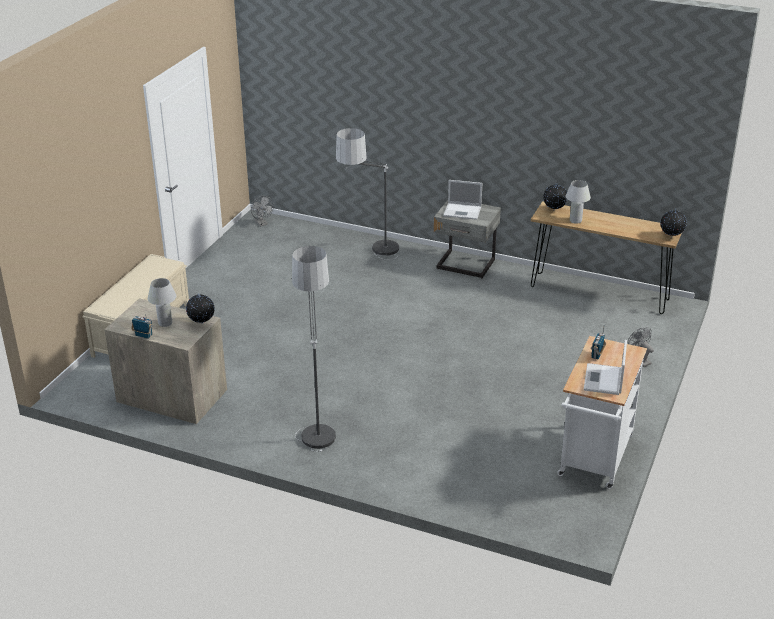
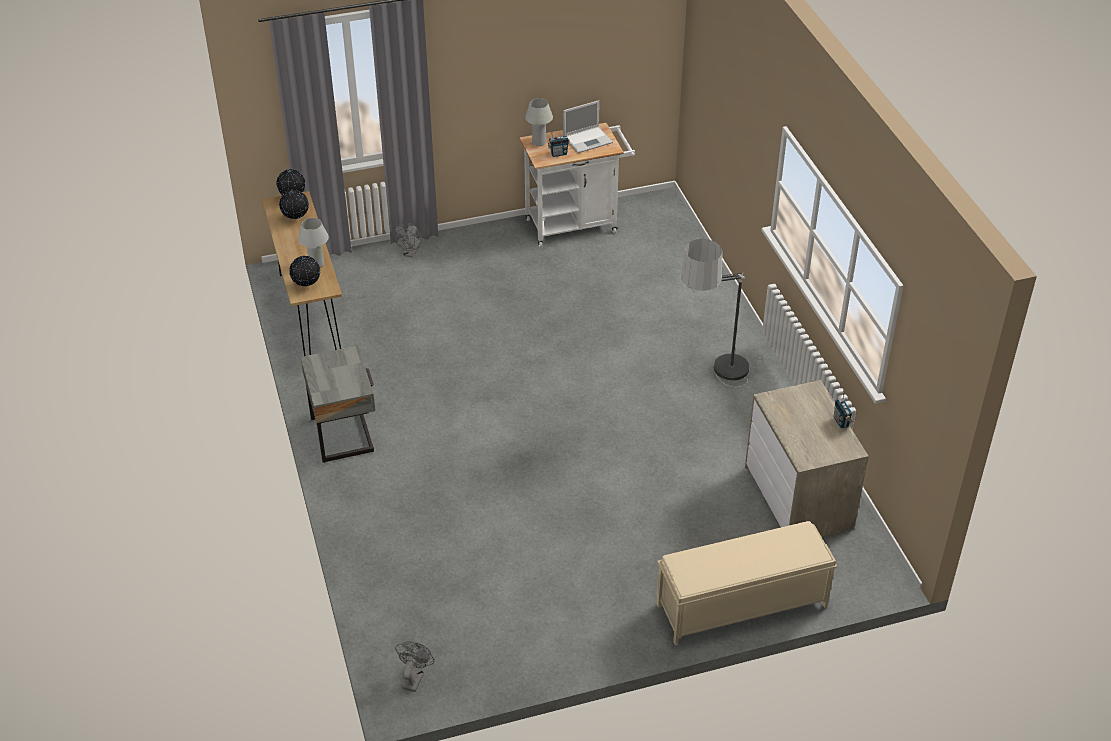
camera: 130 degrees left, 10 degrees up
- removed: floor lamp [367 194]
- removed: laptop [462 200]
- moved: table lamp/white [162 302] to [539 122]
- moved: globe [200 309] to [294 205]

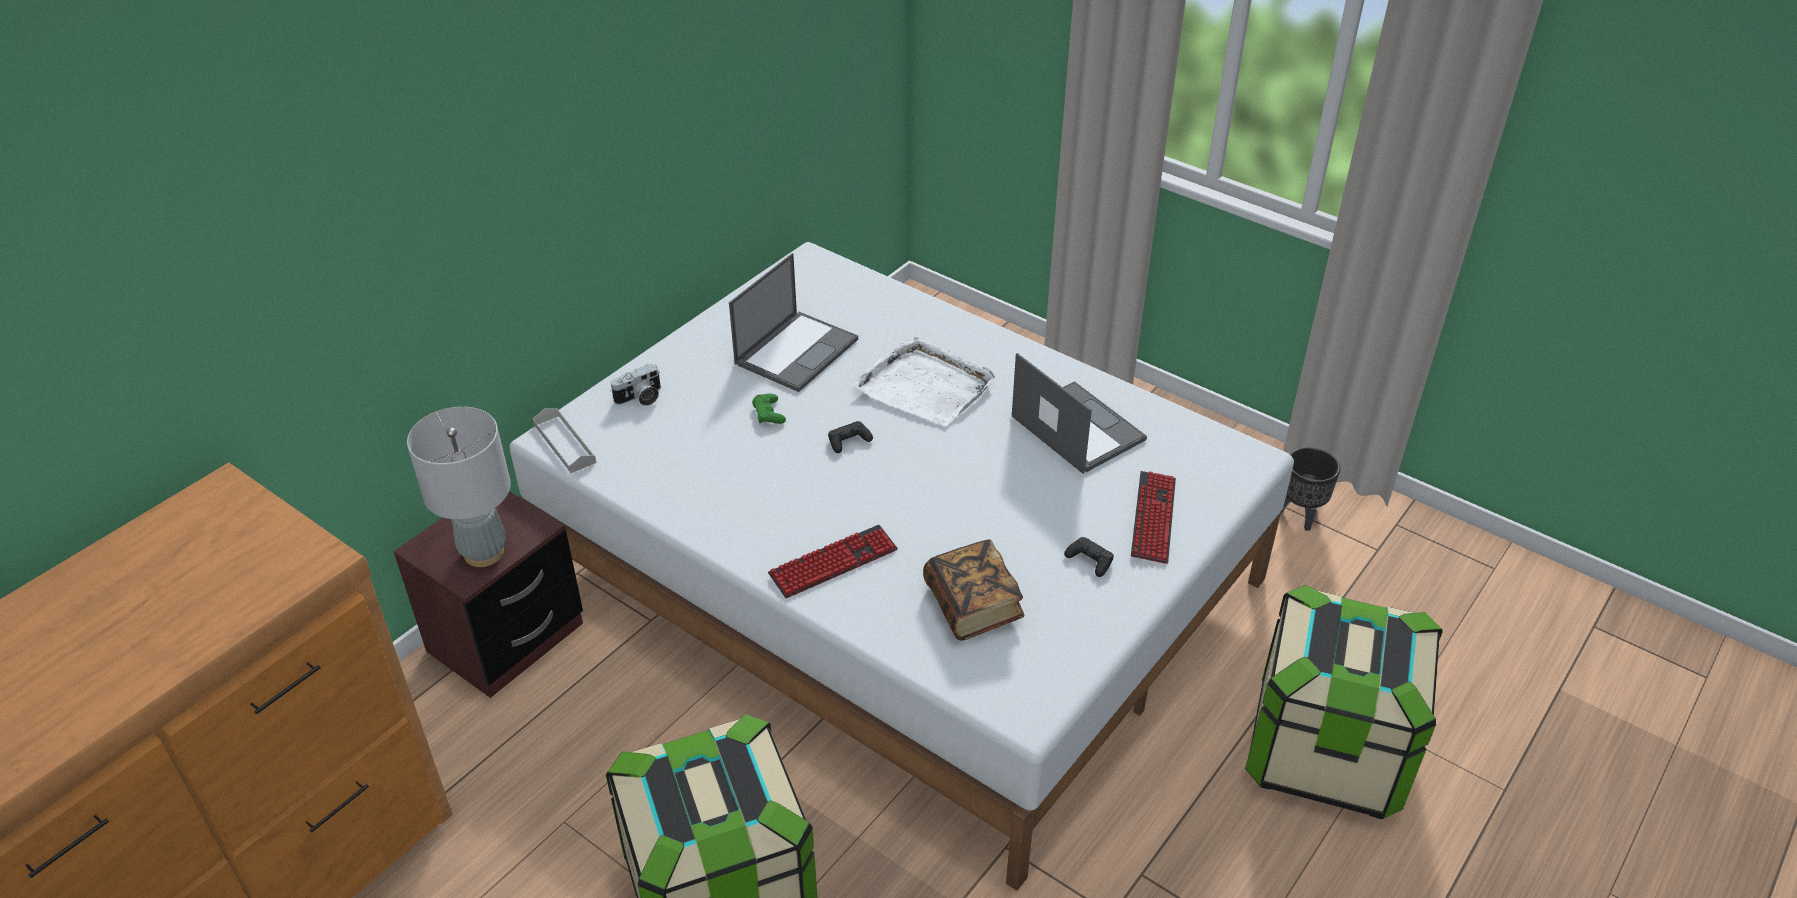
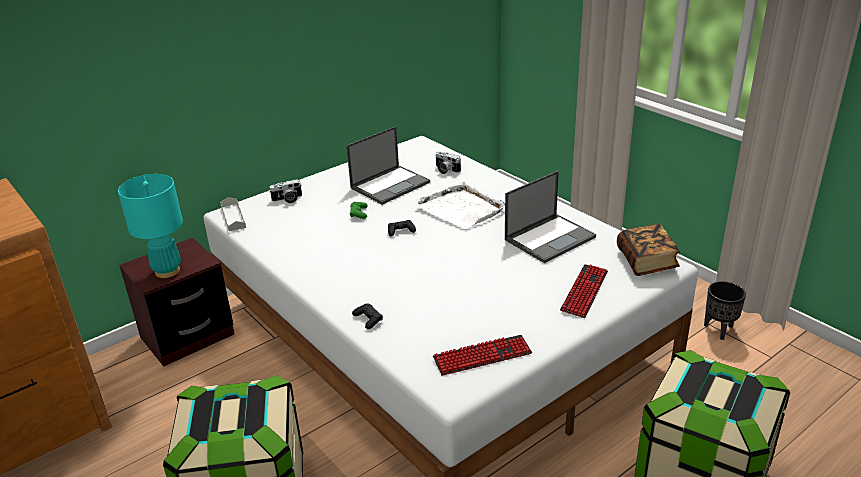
camera: 15 degrees right, 10 degrees down
- turned: laptop [1079 413] = [550 217] 75 degrees clockwise
- recoloured: table lamp/grey [459 487] to table lamp/turquoise [150 226]
- moved: keyboard [833 561] to [482 355]
- moved: game controller/black [1089 557] to [367 316]
- moved: book [973 590] to [648 250]
- added: photo camera [448 162]

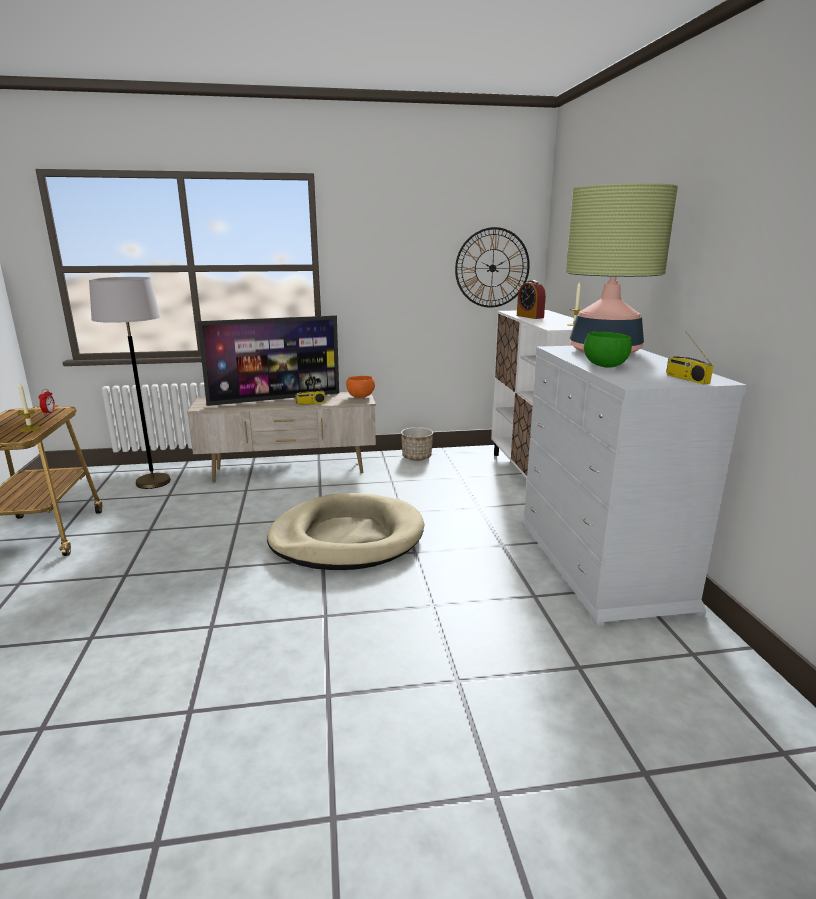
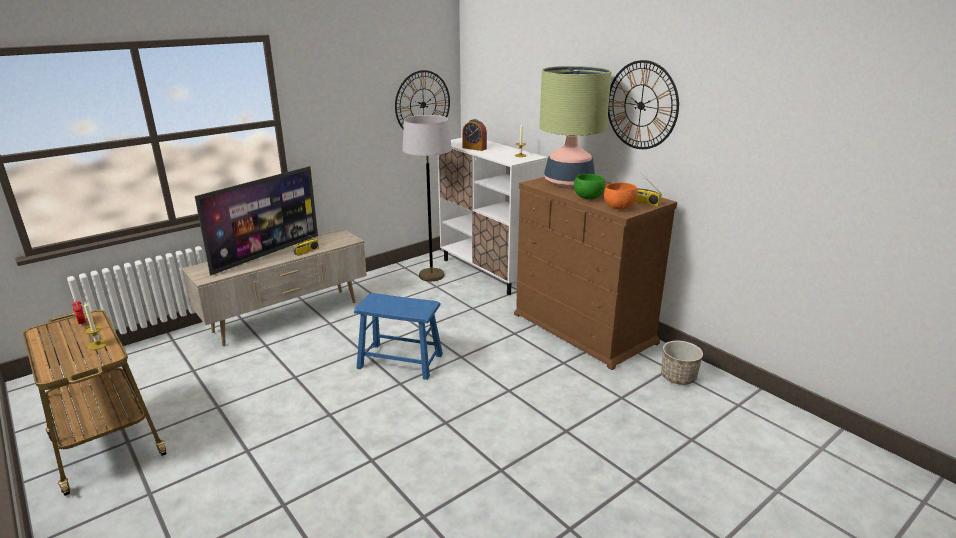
camera: 30 degrees left, 5 degrees up
- moved: floor lamp/grey [130 383] to [427 198]
- recoloured: dresser/white [634 486] to dresser/brown [595 273]
- moved: bowl/orange [360 387] to [621 196]
- moved: planter [417 444] to [682 363]
- replaced: dog bed/beige [346 531] to stool/blue [398 336]
- added: wall clock [643 104]

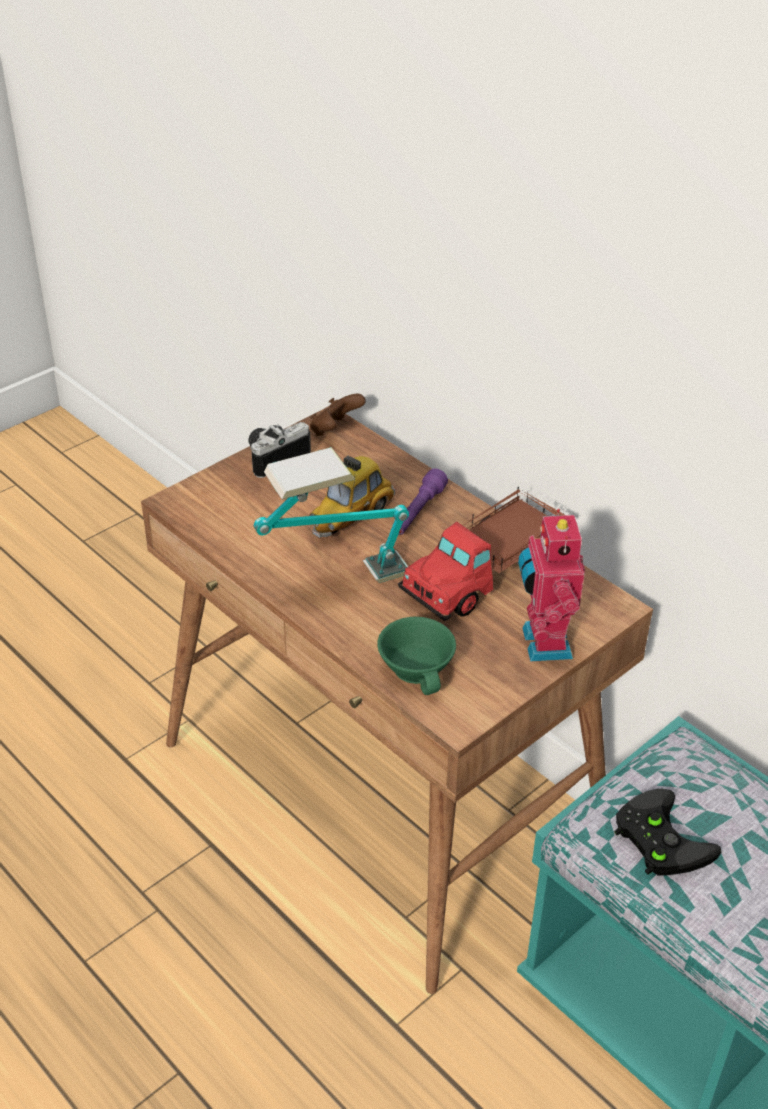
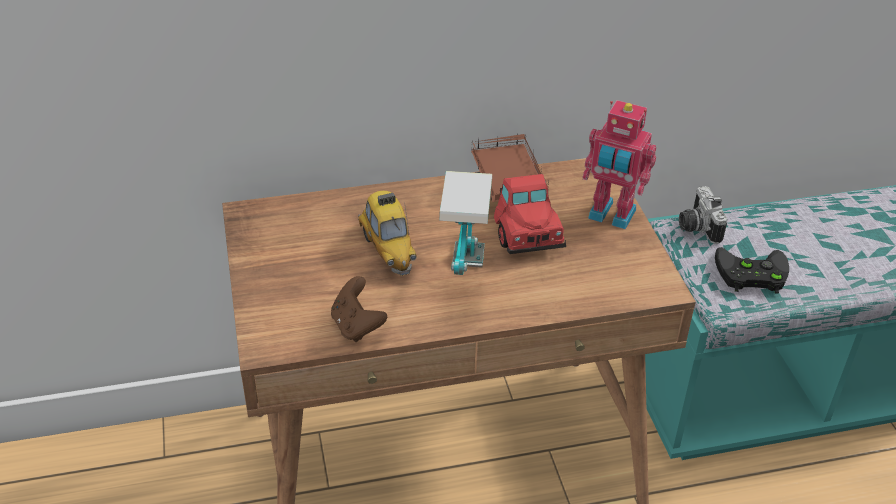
camera: 60 degrees left, 0 degrees up
- moved: game controller/brown [338 415] to [359 309]
- moved: photo camera [279 450] to [703 215]
- removed: flashlight/purple [423 501]
- removed: cup/green [416 656]

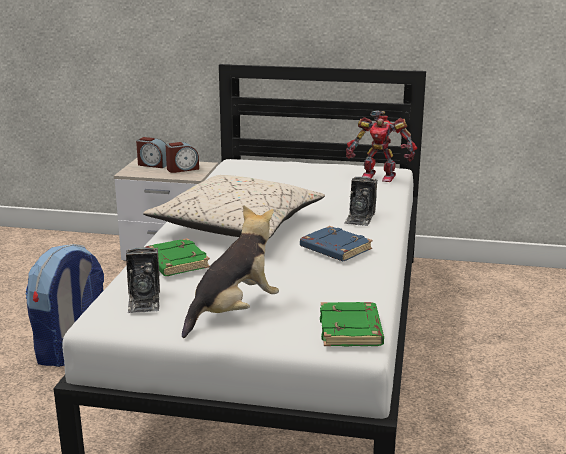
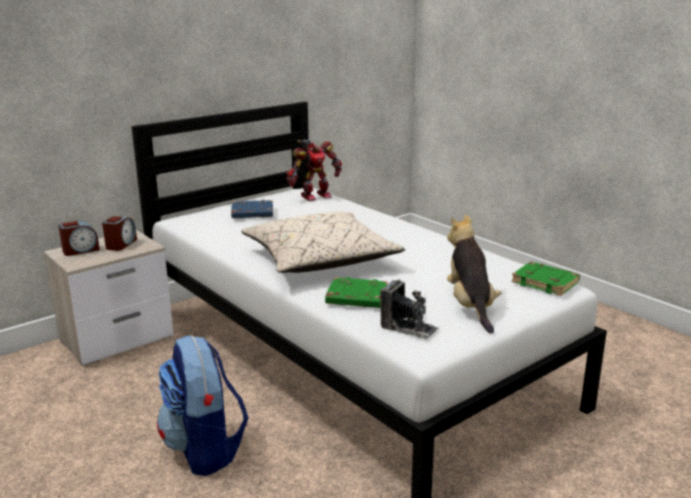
camera: 50 degrees left, 0 degrees up
- removed: photo camera [360 201]
- moved: book/blue [336 243] to [252 209]

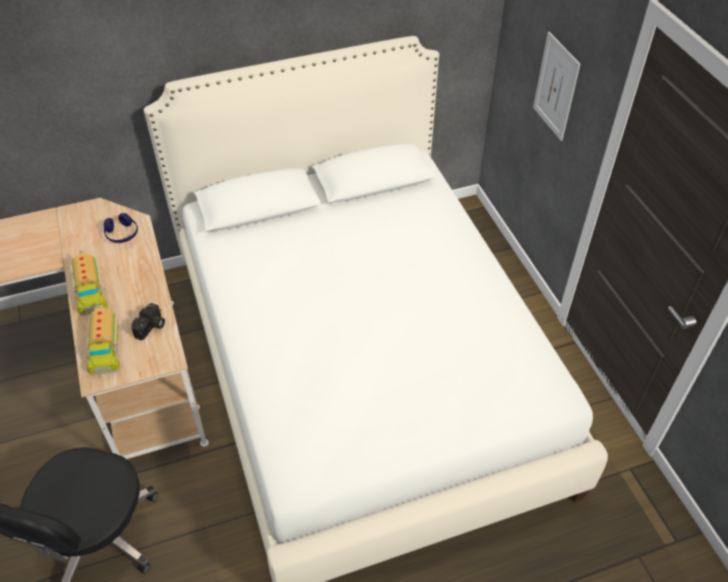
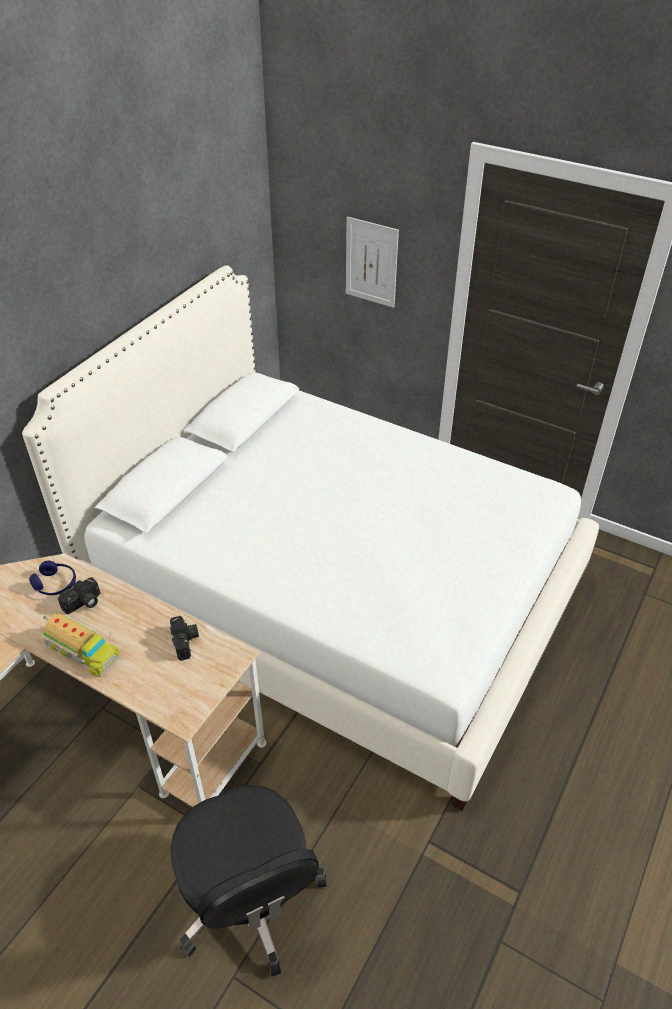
camera: 40 degrees left, 5 degrees down
- removed: toy truck [100 339]
- added: photo camera [79 595]

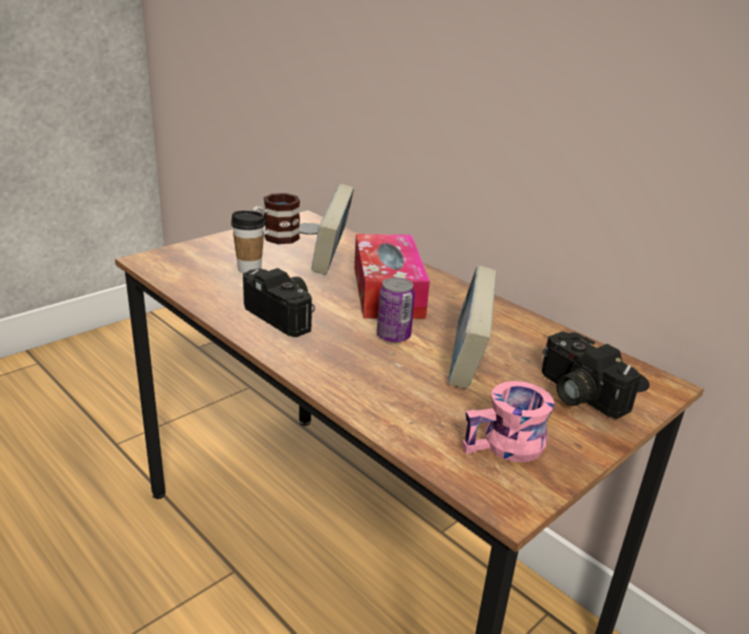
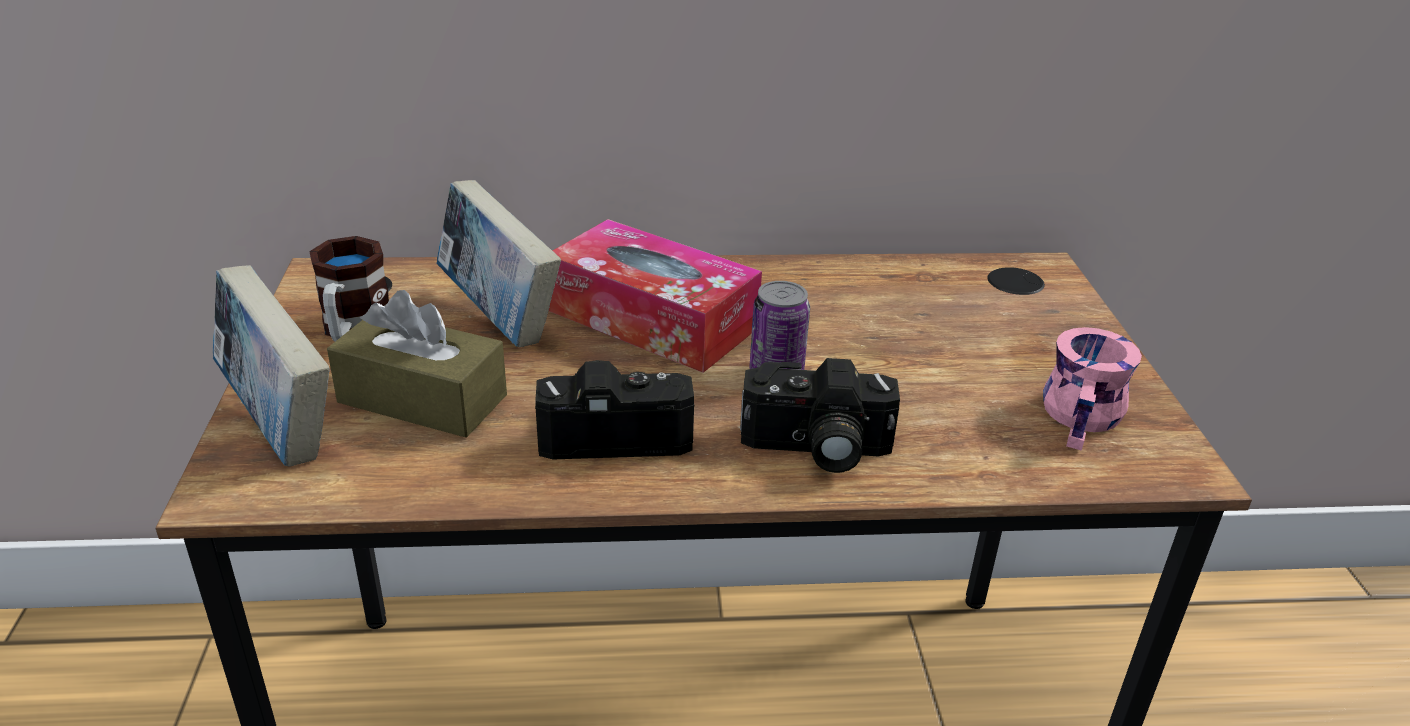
camera: 50 degrees left, 5 degrees up
- replaced: cup [248 242] to tissue box/brown [417 364]
- moved: book [472 327] to [271 366]
- moved: photo camera [591 375] to [820 415]

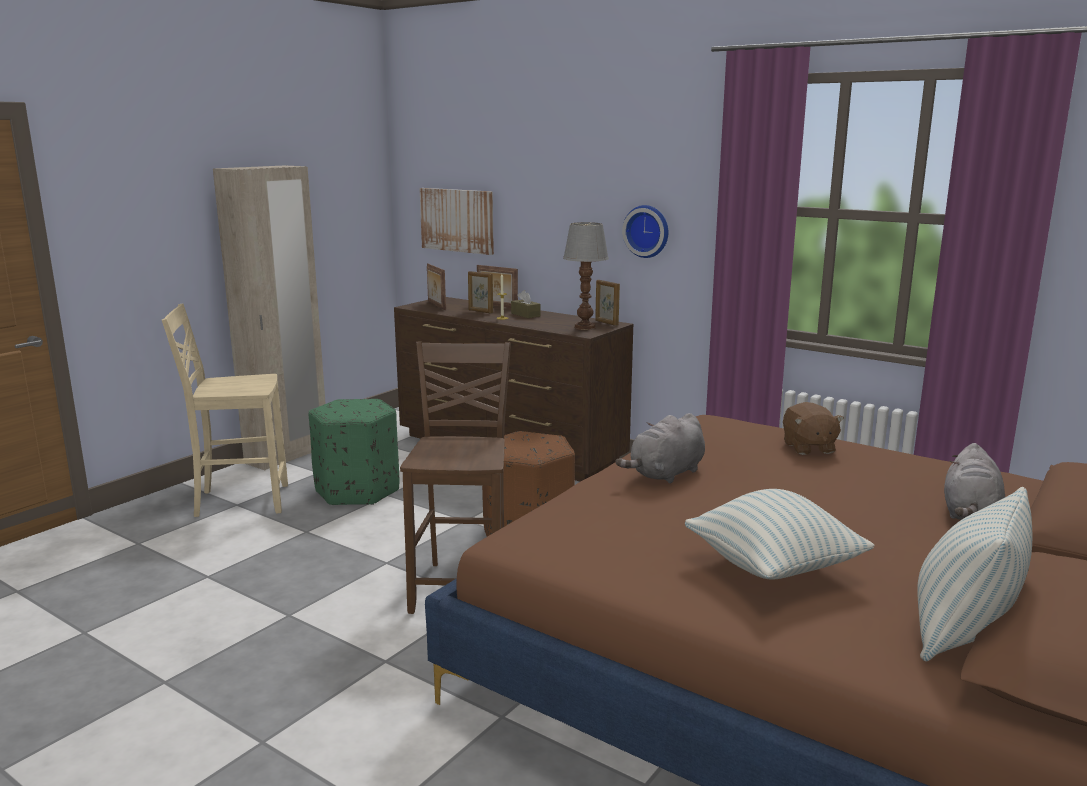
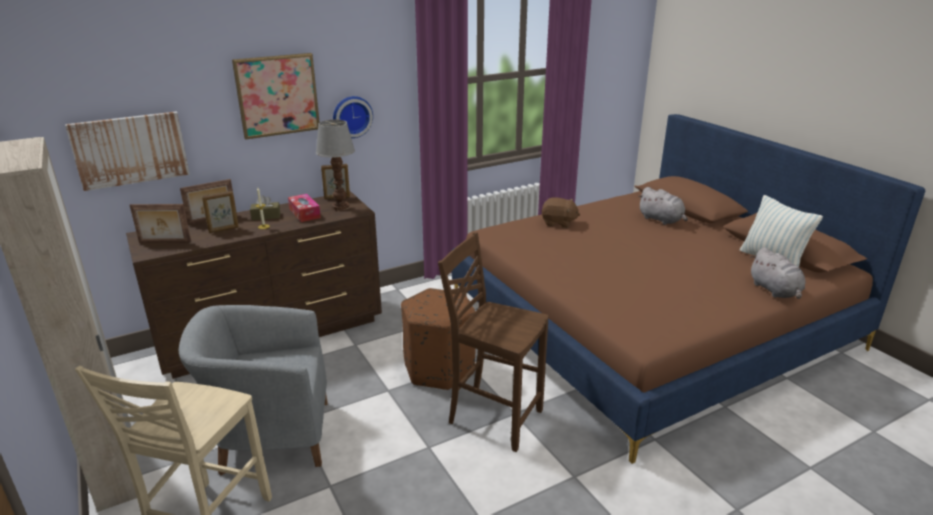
camera: 65 degrees left, 10 degrees up
- replaced: ottoman/green [354 452] to armchair/grey [253 390]
- moved: plush toy/grey [660 448] to [778 273]
- removed: pillow [780 534]
- added: picture [275 96]
- added: tissue box [304 208]

